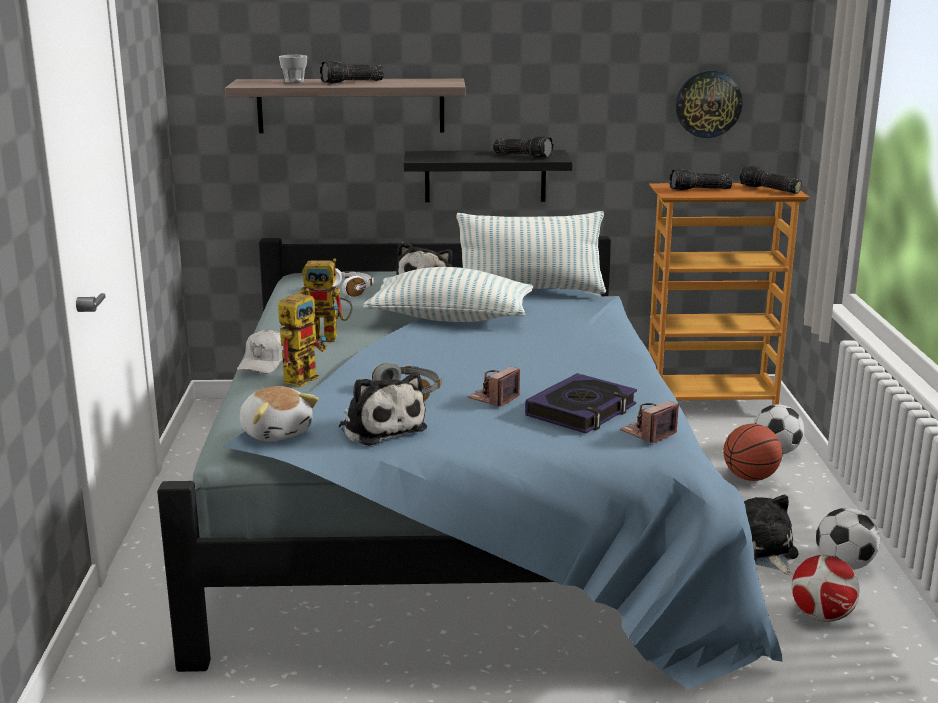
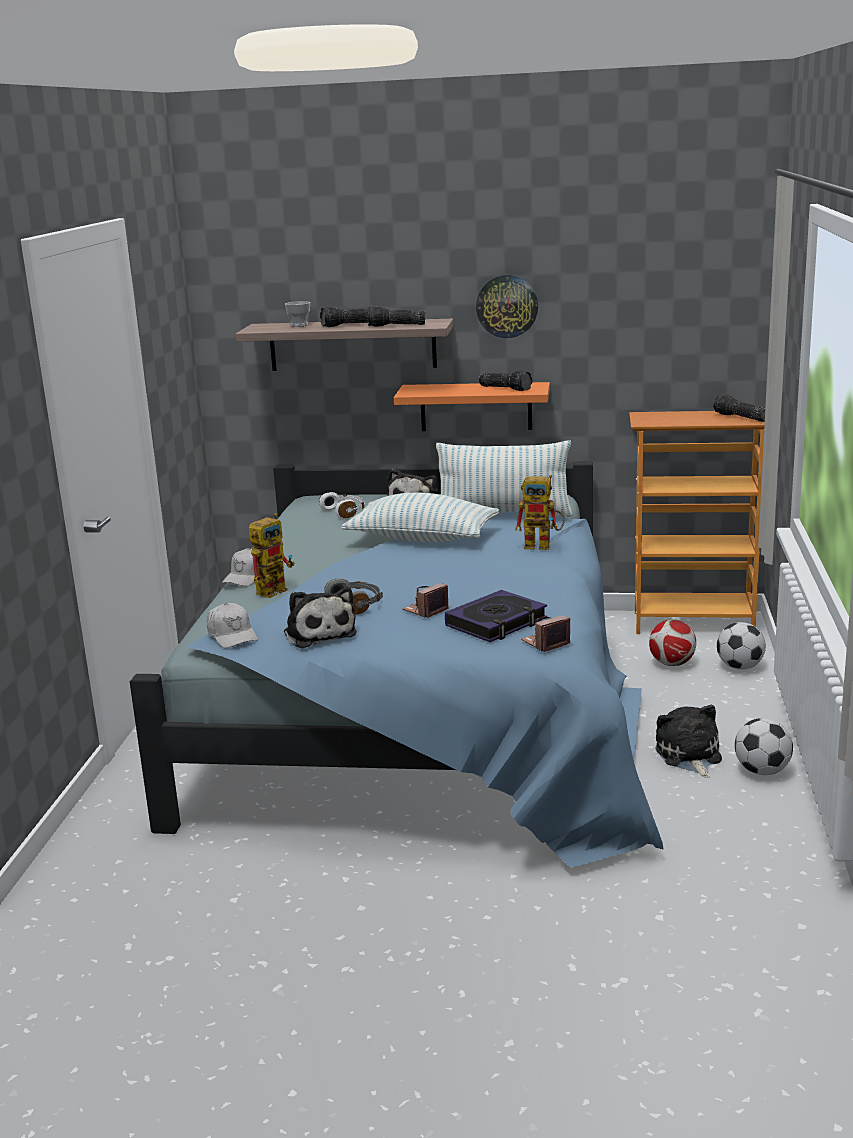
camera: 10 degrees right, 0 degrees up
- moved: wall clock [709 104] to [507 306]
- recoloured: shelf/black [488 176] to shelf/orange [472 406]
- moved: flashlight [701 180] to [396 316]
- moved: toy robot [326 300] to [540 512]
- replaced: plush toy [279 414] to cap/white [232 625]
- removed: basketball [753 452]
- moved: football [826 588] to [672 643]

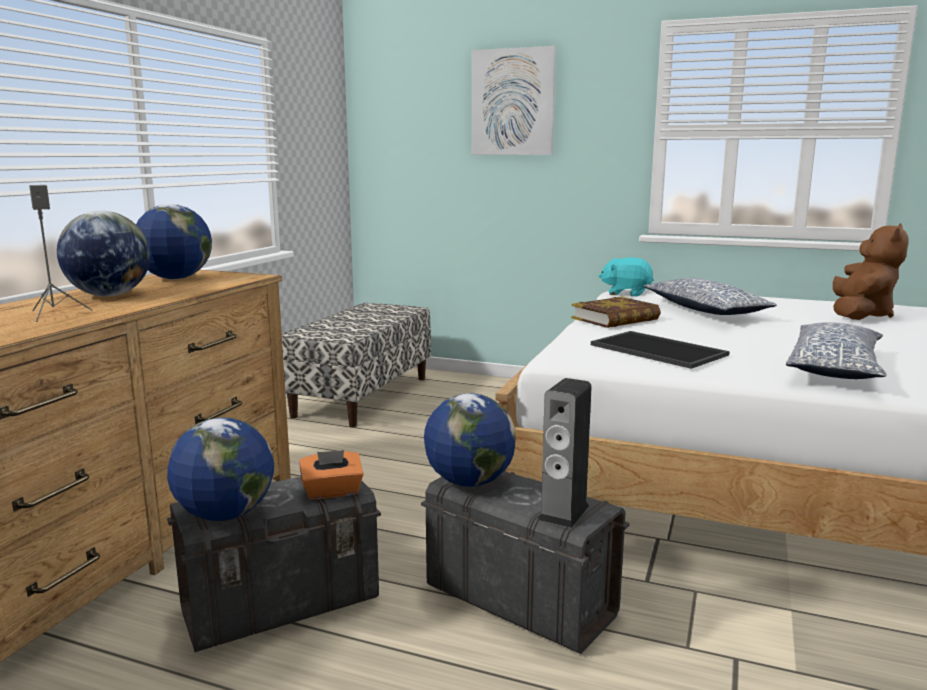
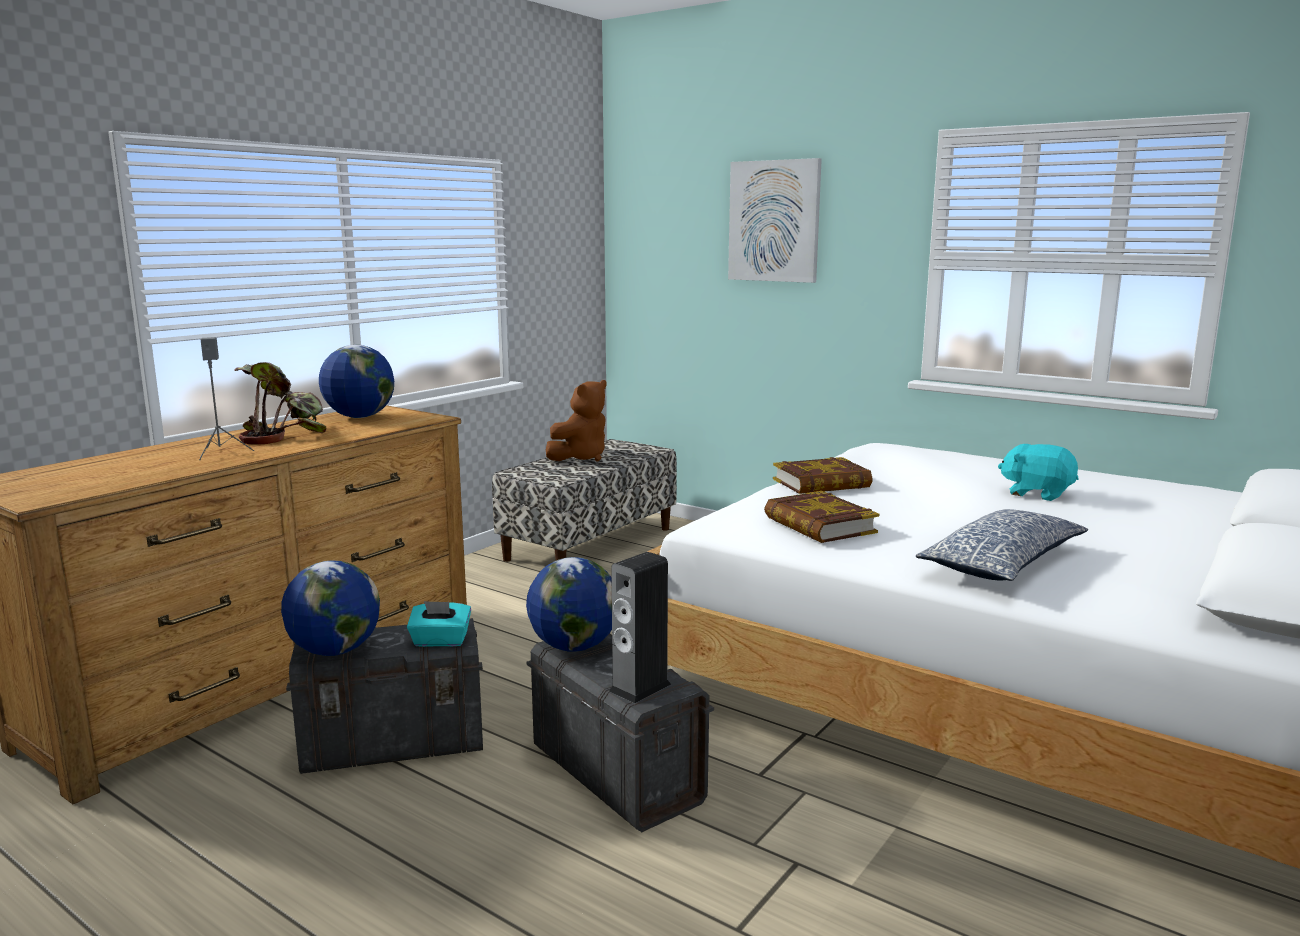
camera: 15 degrees right, 0 degrees up
- replaced: globe [103 254] to potted plant [280 403]
- moved: plush toy/brown [870 271] to [576 420]
- moved: plush toy/turquoise [626 276] to [1038 472]
- removed: pillow [710 296]
- replaced: tray [660 350] to book [821 517]
- recoloured: tissue box/orange [331 475] to tissue box/turquoise [439 624]

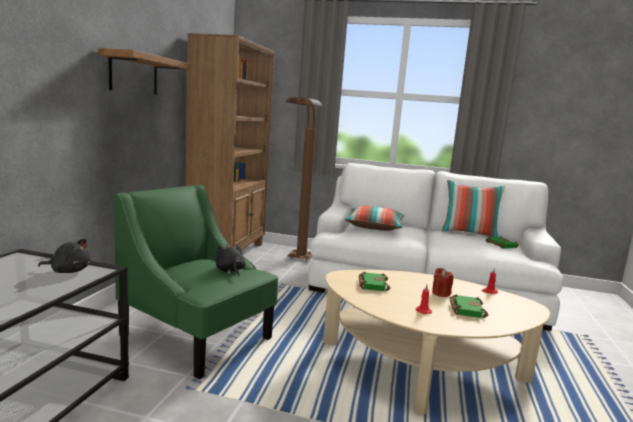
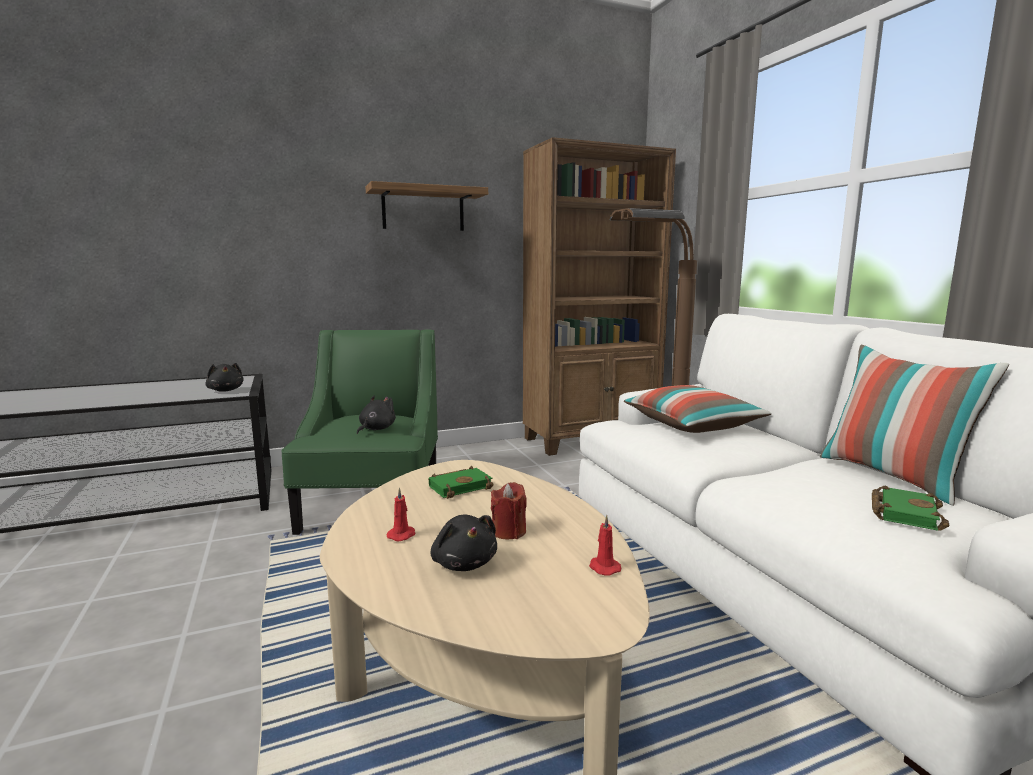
camera: 55 degrees right, 0 degrees up
- replaced: book/green [469 306] to plush toy/black [464 543]

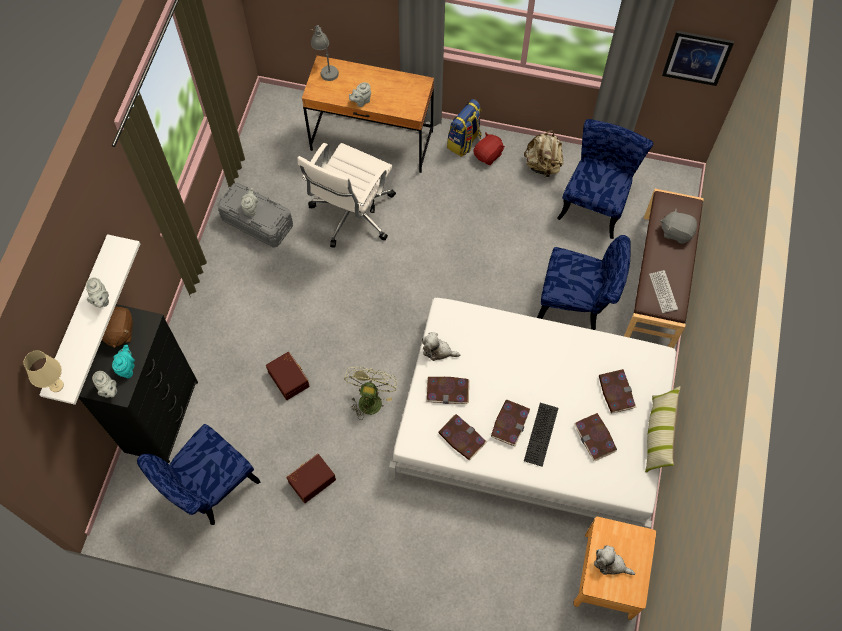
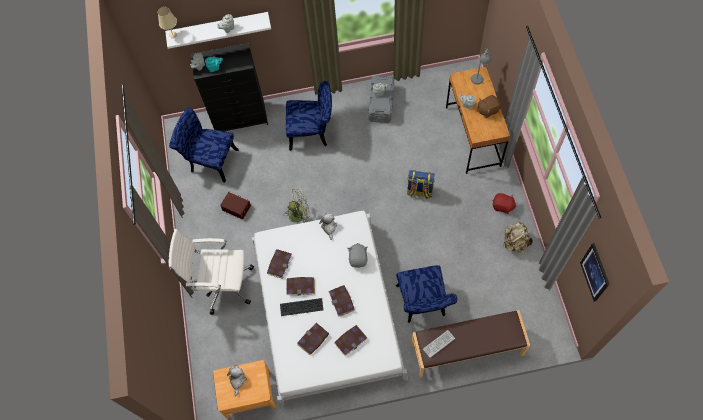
camera: 70 degrees right, 0 degrees up
- moved: backpack [464 128] to [421 184]
- moved: chair/blue [605 179] to [309 116]
- moved: office chair/white [346 195] to [211 272]
- moved: plush toy/grey [678 226] to [357 255]
- moved: plush toy/brown [117 327] to [489 106]
- removed: storage box/brown [288 376]
- moved: book [447 390] to [342 301]
- removed: pillow [663 429]

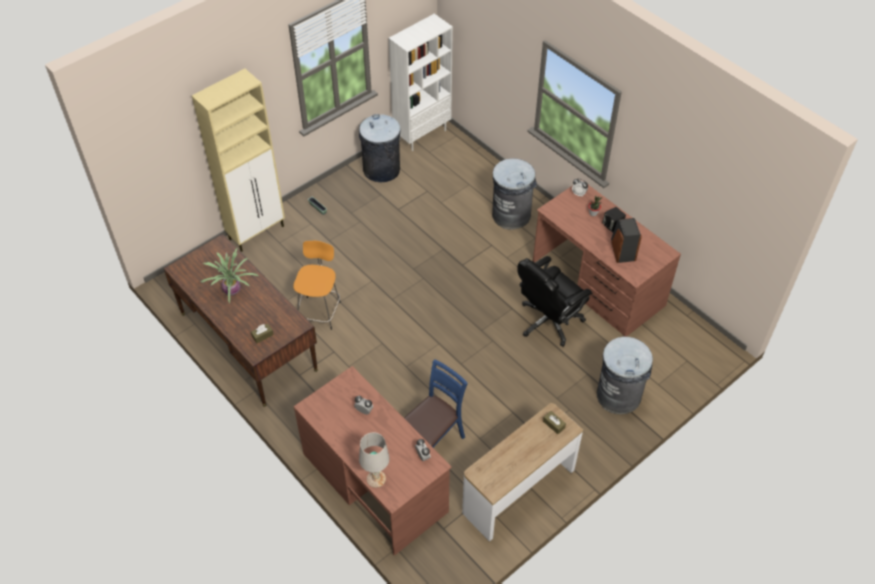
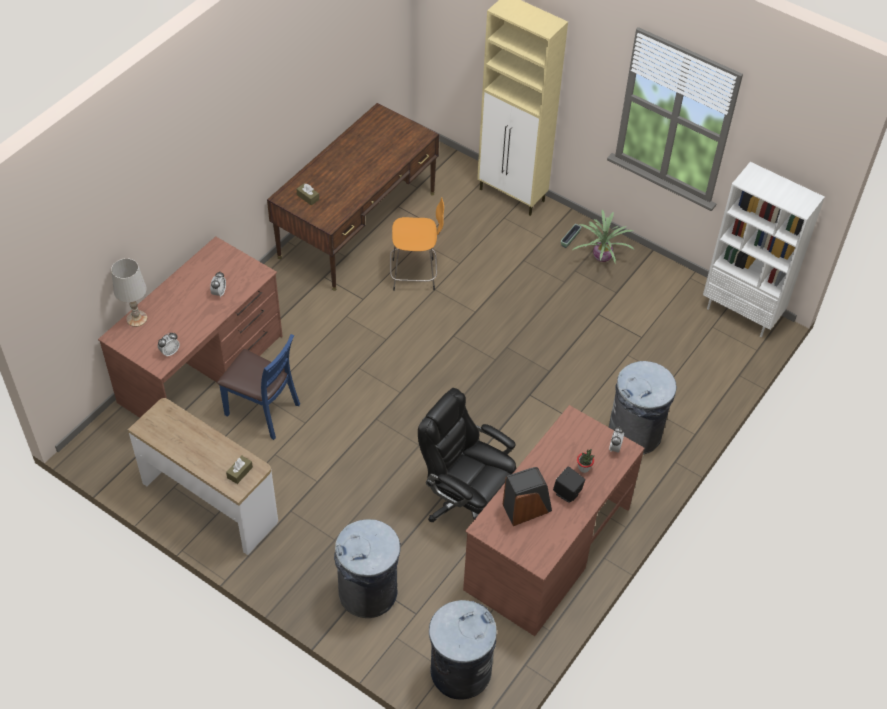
camera: 75 degrees right, 0 degrees up
- moved: trash can/grey [379 148] to [463 649]
- moved: potted plant [229 276] to [603 236]

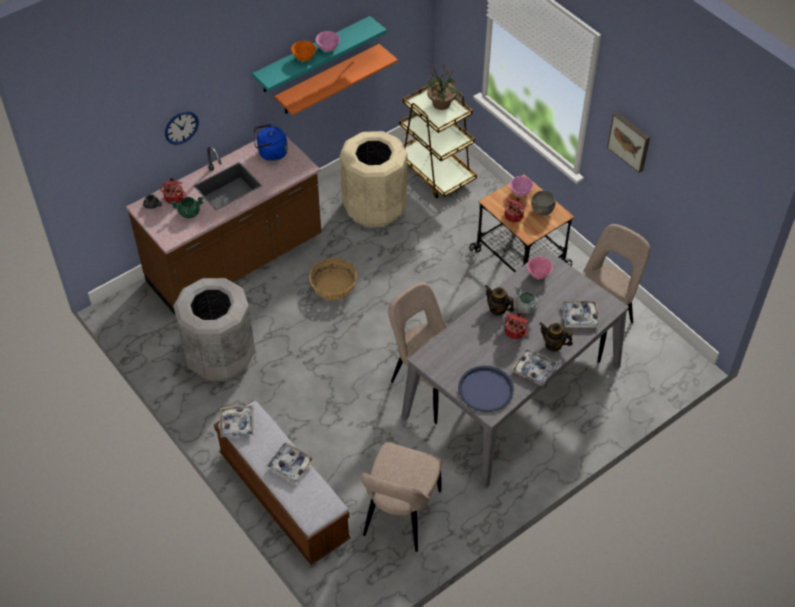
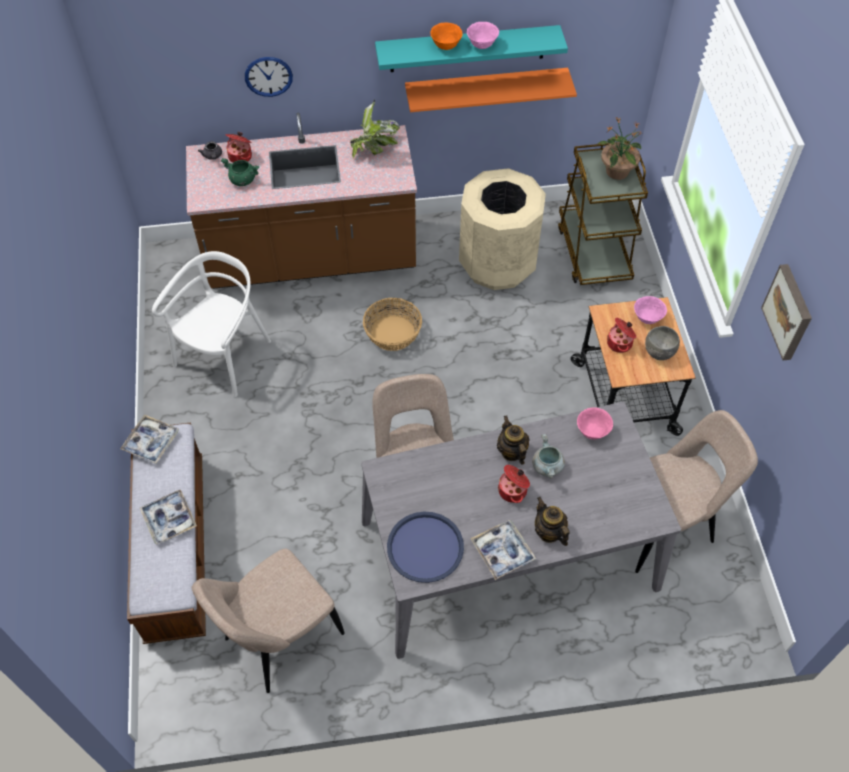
camera: 30 degrees right, 5 degrees up
- replaced: kettle/blue [271 142] to potted plant [375 128]
- replaced: trash can/grey [214 329] to chair/white [211 324]
- removed: tray [581 313]

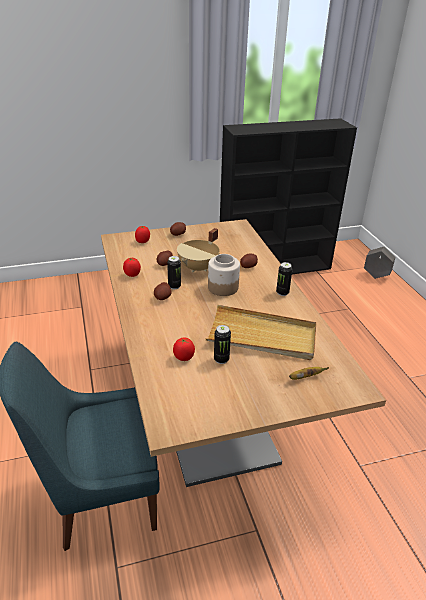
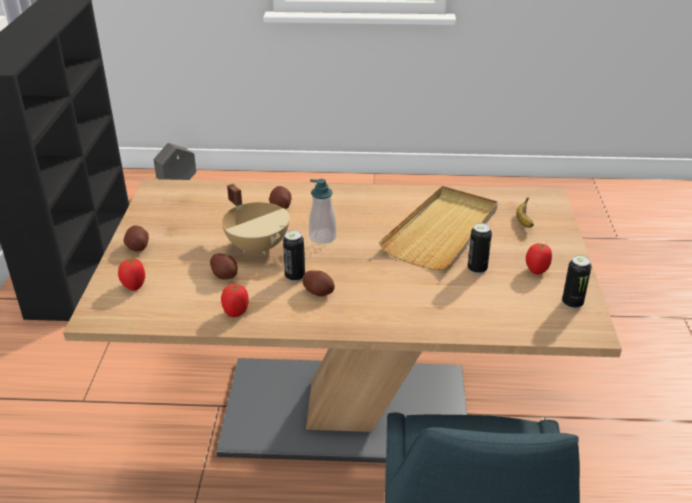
camera: 70 degrees left, 0 degrees up
- replaced: jar [224 275] to soap dispenser [322 211]
- moved: can [284 279] to [577 282]
- moved: tomato [184 349] to [539 259]

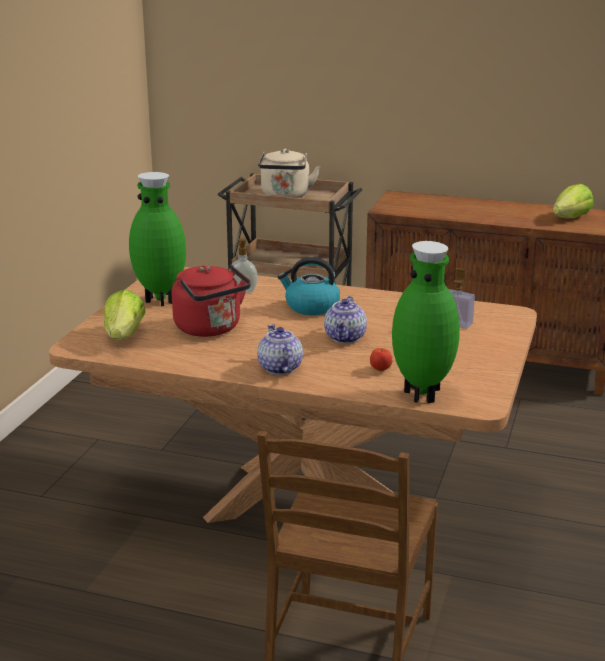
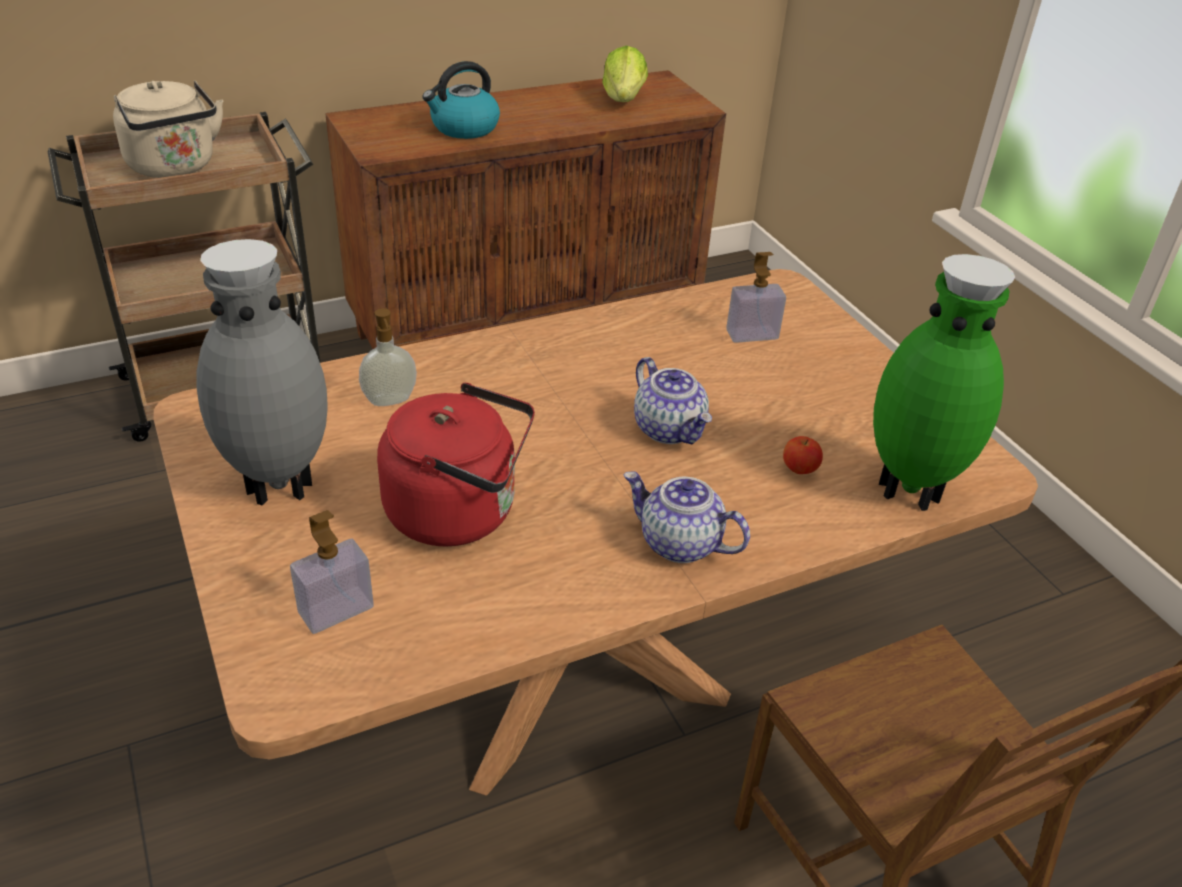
camera: 45 degrees left, 15 degrees up
- recoloured: vase/green [157 239] to vase/grey [262 372]
- moved: kettle [309 286] to [461 100]
- replaced: lettuce [125 315] to soap dispenser [332 572]

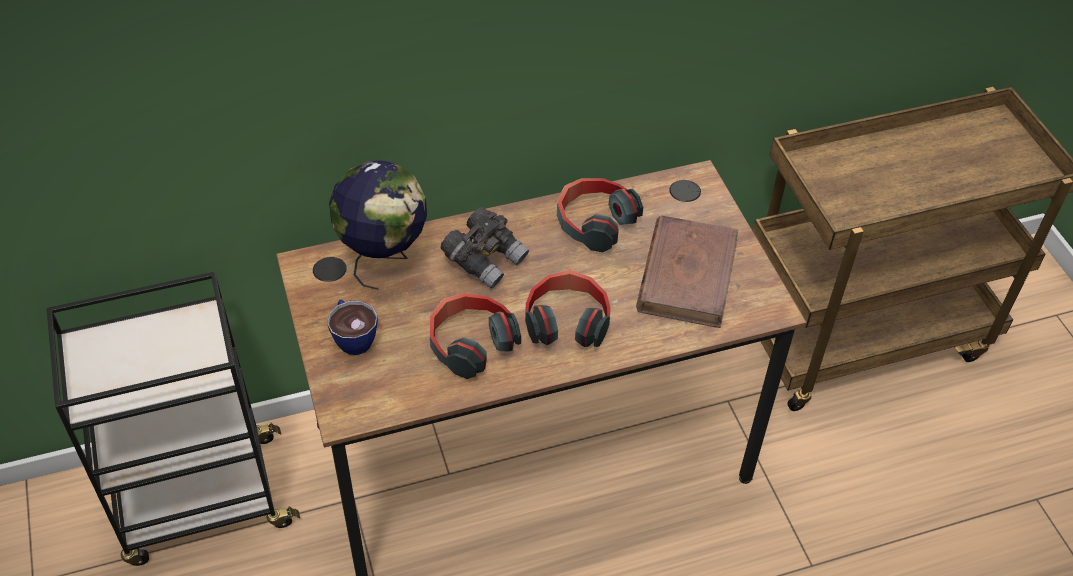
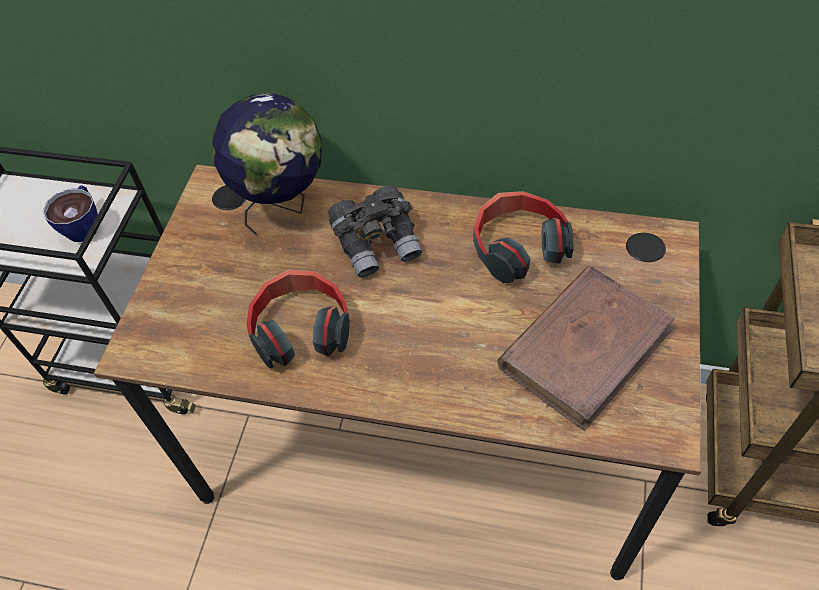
camera: 35 degrees right, 5 degrees up
- removed: headphones [568 308]
- moved: cup [352 327] to [70 213]

